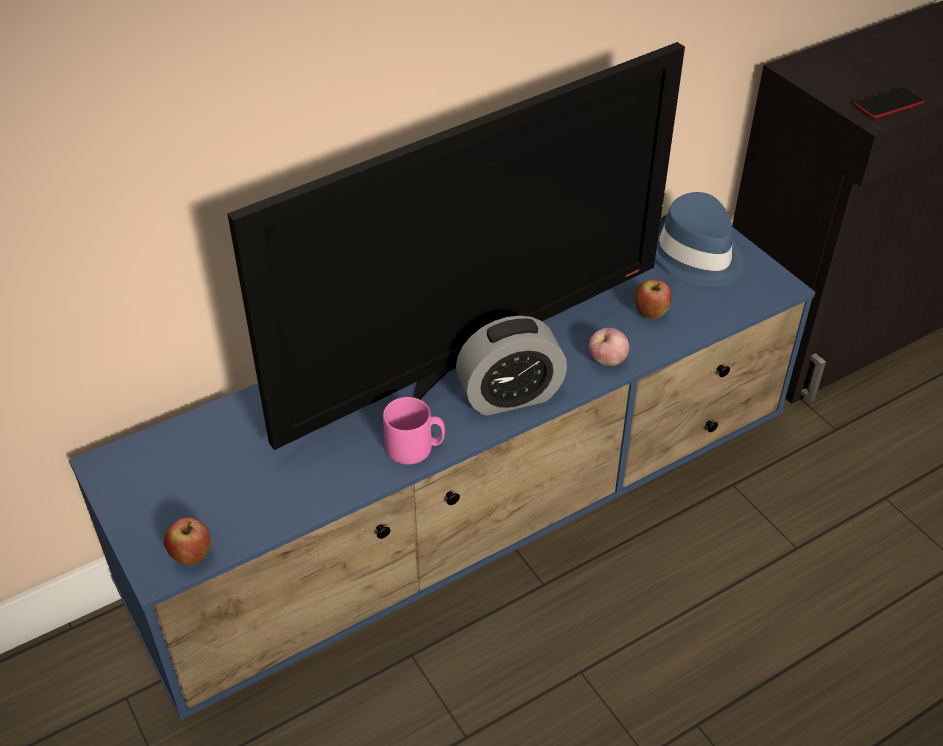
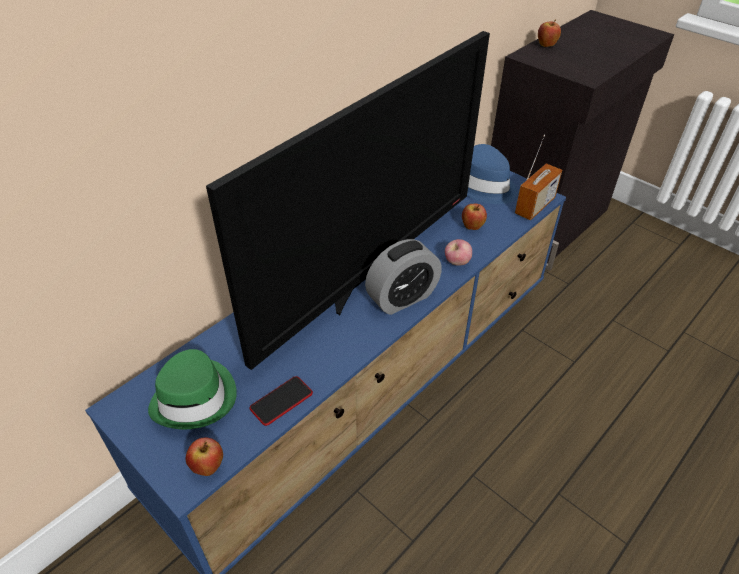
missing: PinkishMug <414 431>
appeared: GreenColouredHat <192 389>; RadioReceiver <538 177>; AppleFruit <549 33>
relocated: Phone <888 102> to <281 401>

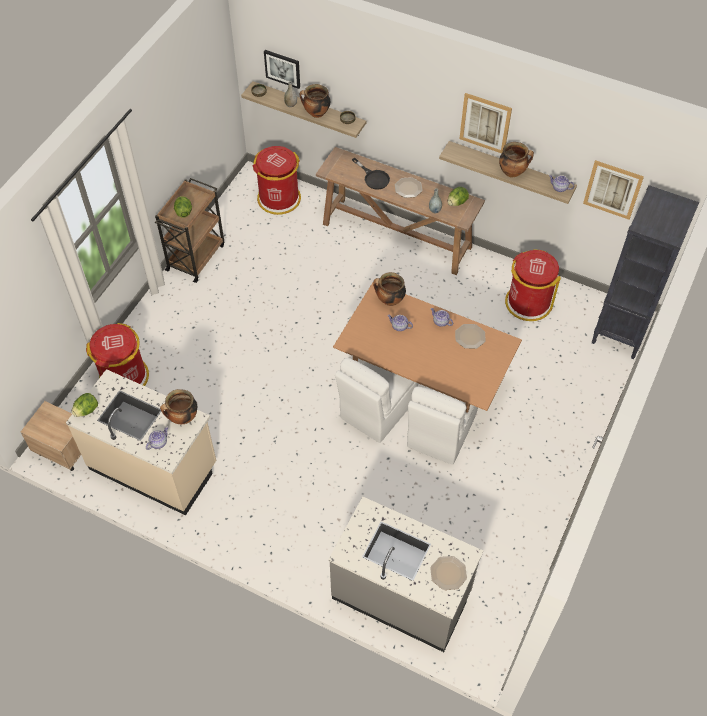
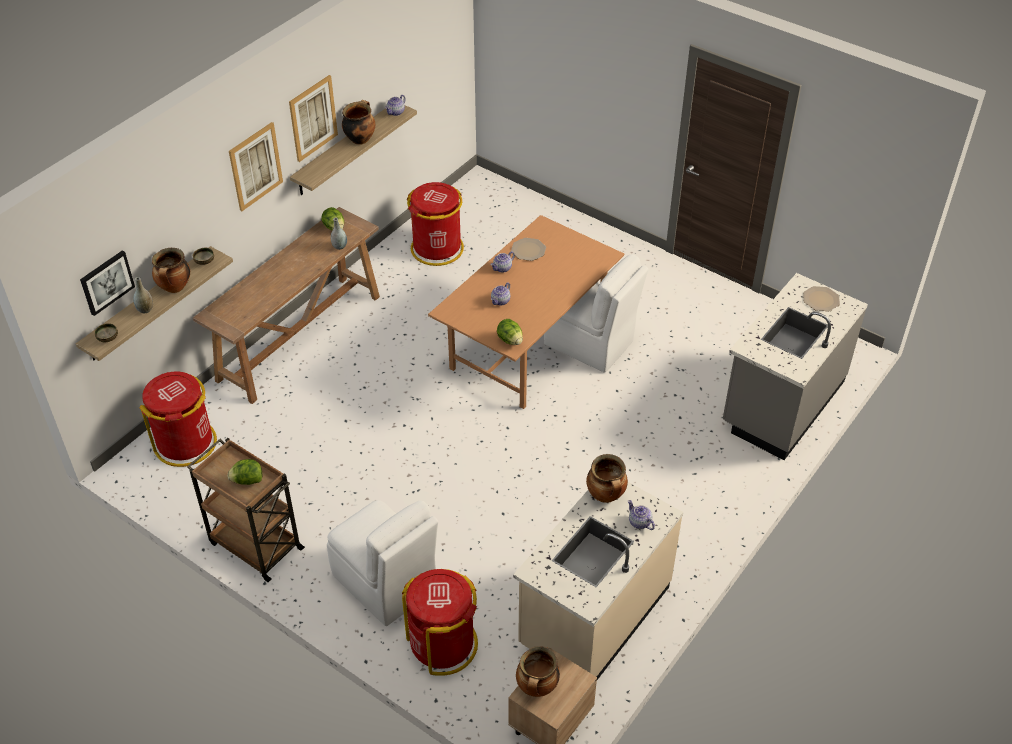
missing: BlackSkillet <371 173>; FlatDish <409 187>; BlackBookcase <645 272>
relocated: LettuceHead <85 405> to <510 332>; WhitishPlainChair <376 400> to <382 563>; Stockpot <389 289> to <538 671>; WallArt <613 190> to <256 166>

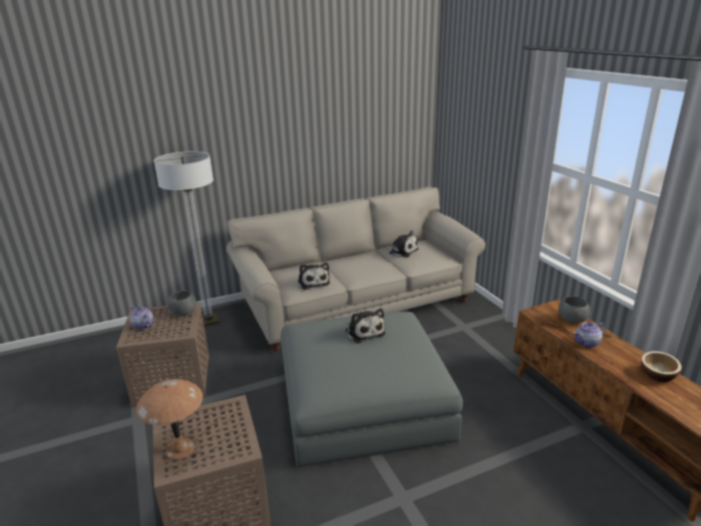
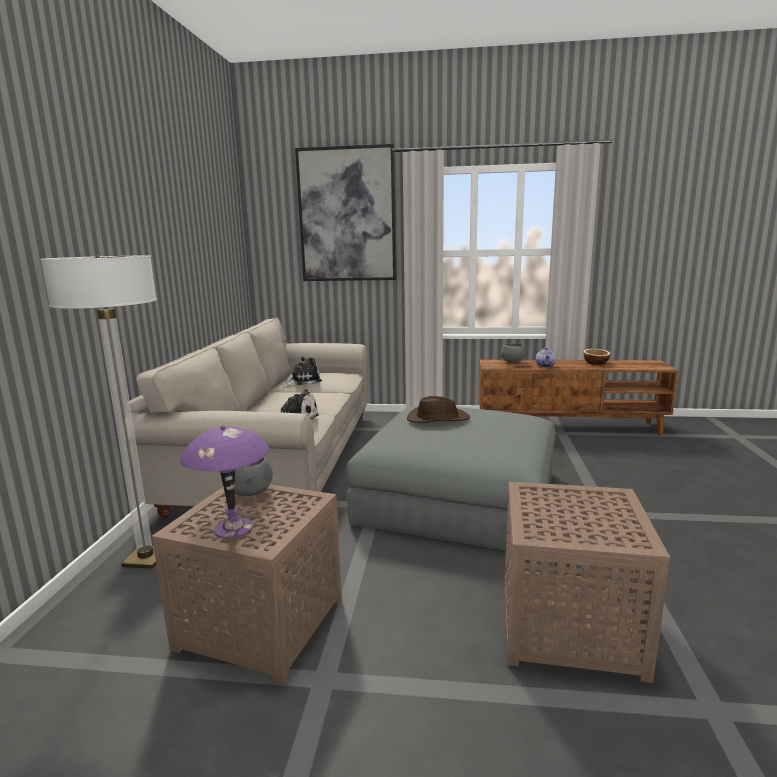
missing: BrownColouredTabletopLamp <169 419>
appeared: WallArt <345 212>
exchanged: TeaPot <141 318> to PurpleTabletopLamp <225 482>; PlushToy <365 325> to BrownColouredHat <438 409>

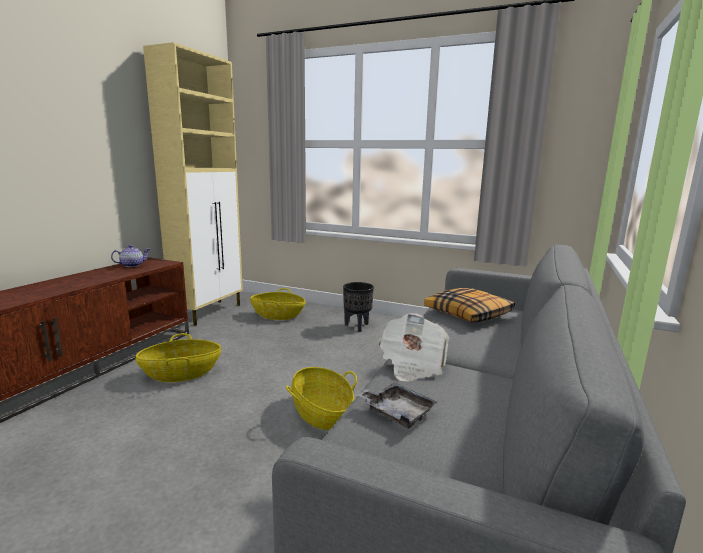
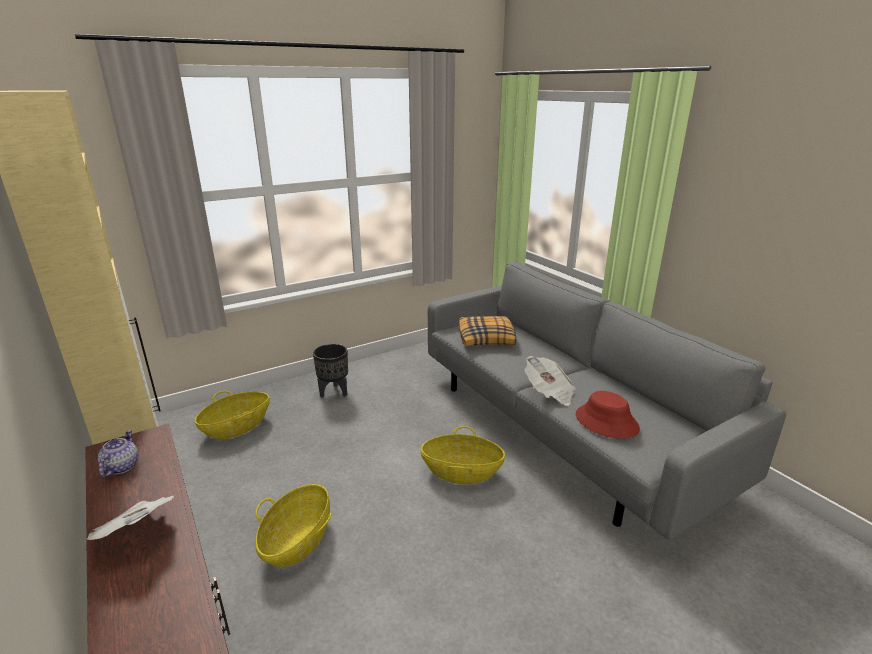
appeared: Newspaper <131 517>
exchanged: GreyishCarryingTray <396 405> to ReddishHat <608 415>

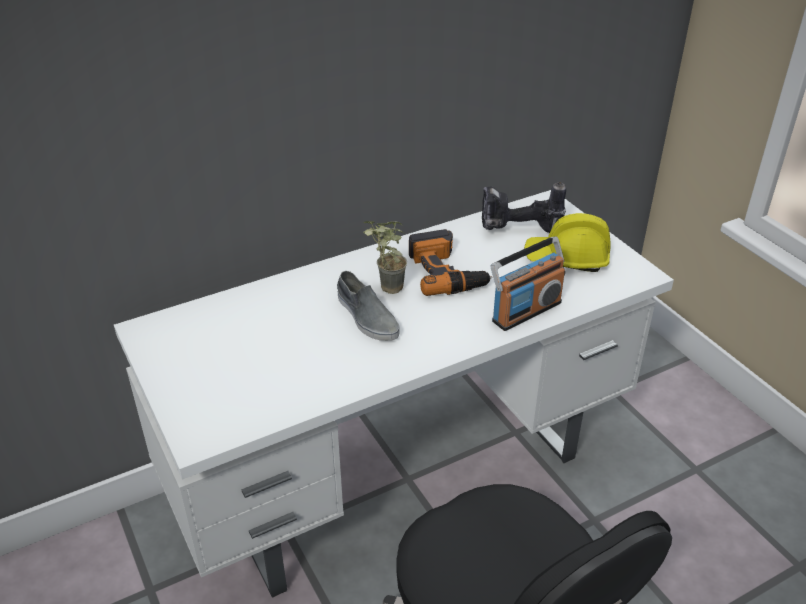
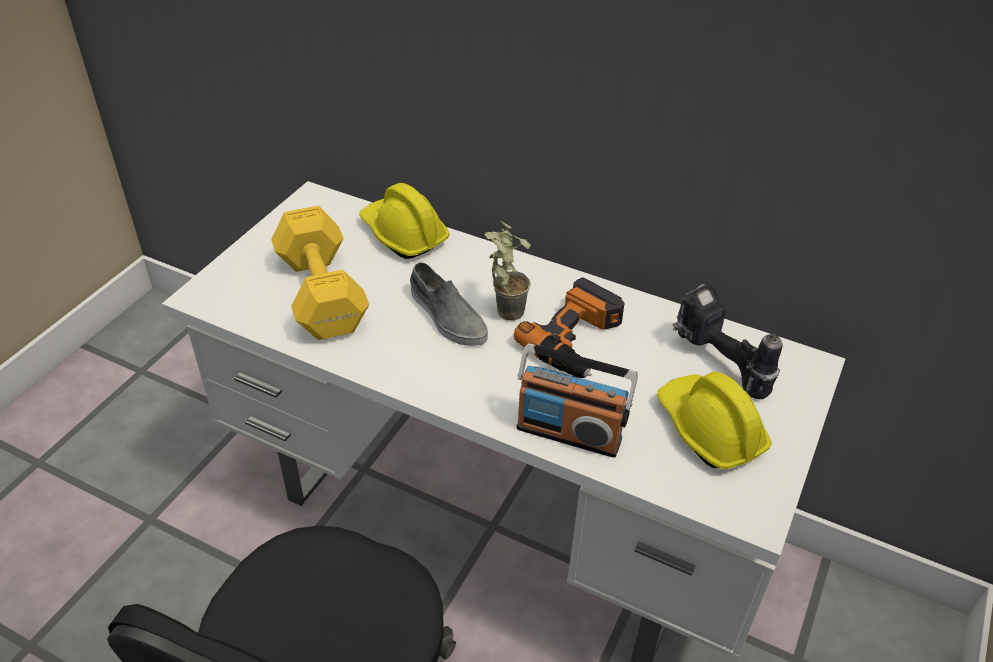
appeared: YellowColouredDumbbell <320 273>; YellowColouredHardHat <404 221>
spun: GreyishItemOfFootwear <368 306> = <449 304> 60 degrees counterclockwise

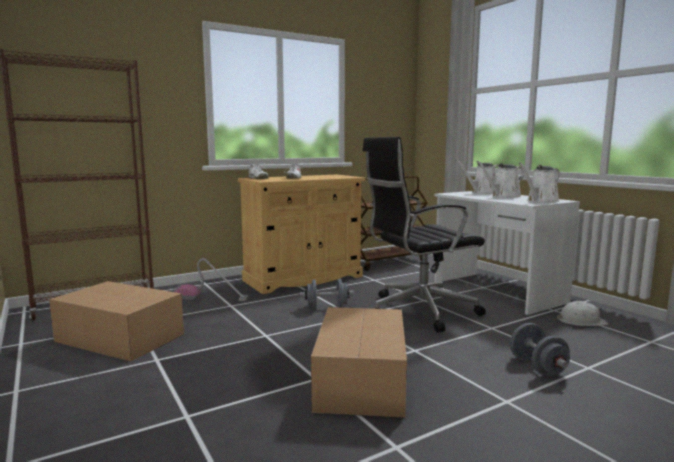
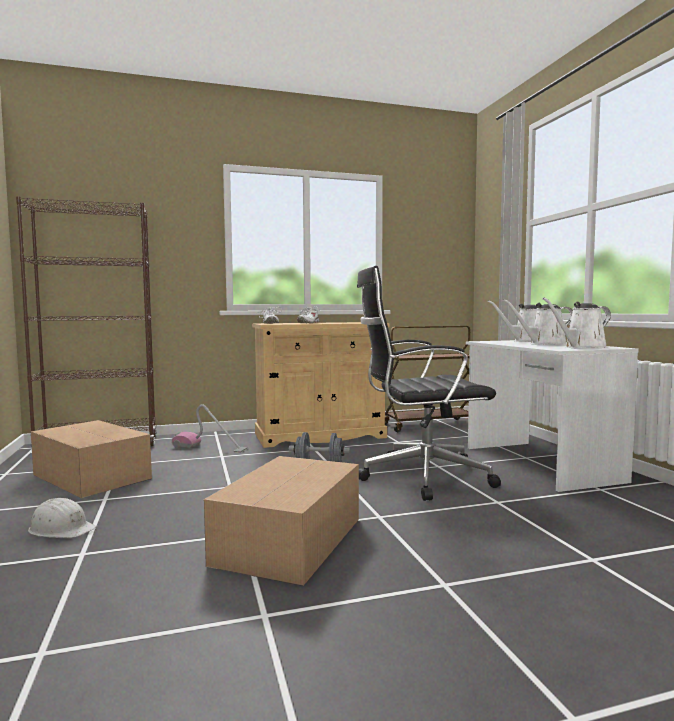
missing: GreyishDumbbell <540 349>
relocated: WhitishHardHat <582 313> to <62 518>

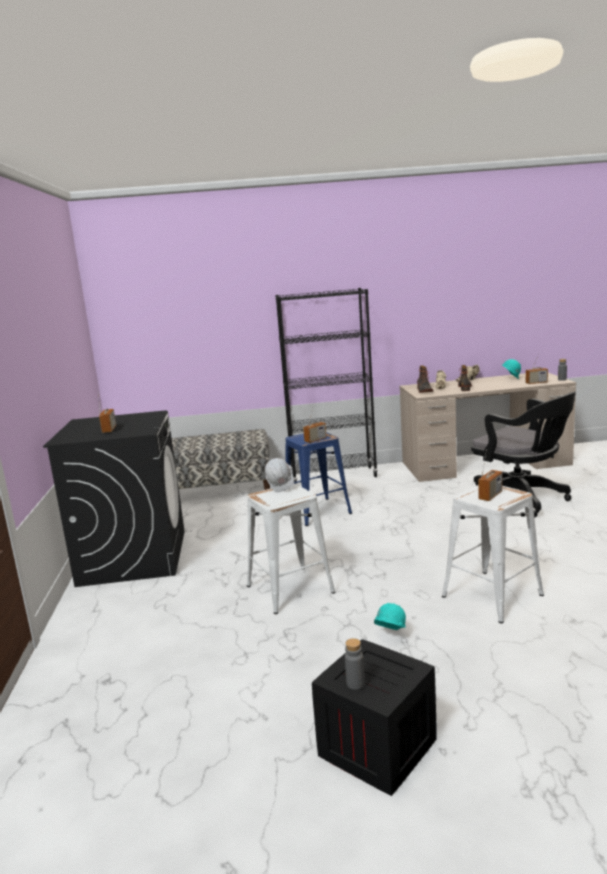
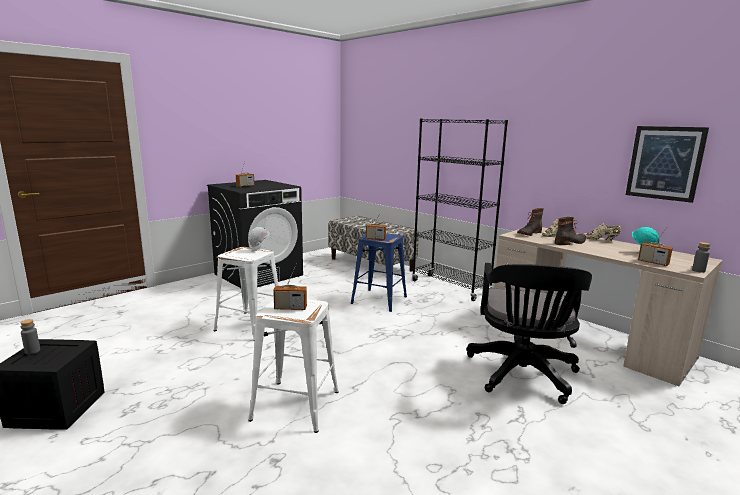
missing: TurquoiseHardHat <390 616>
appeared: WallArt <667 164>

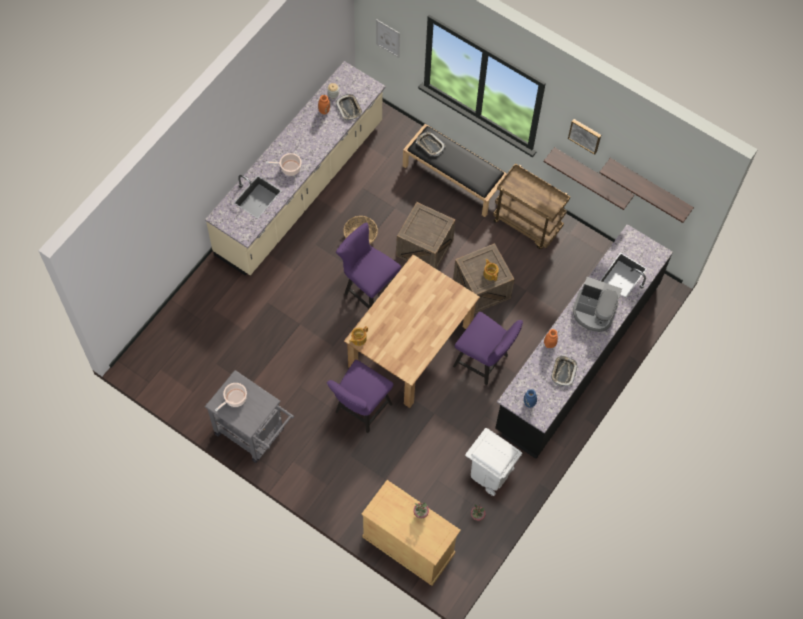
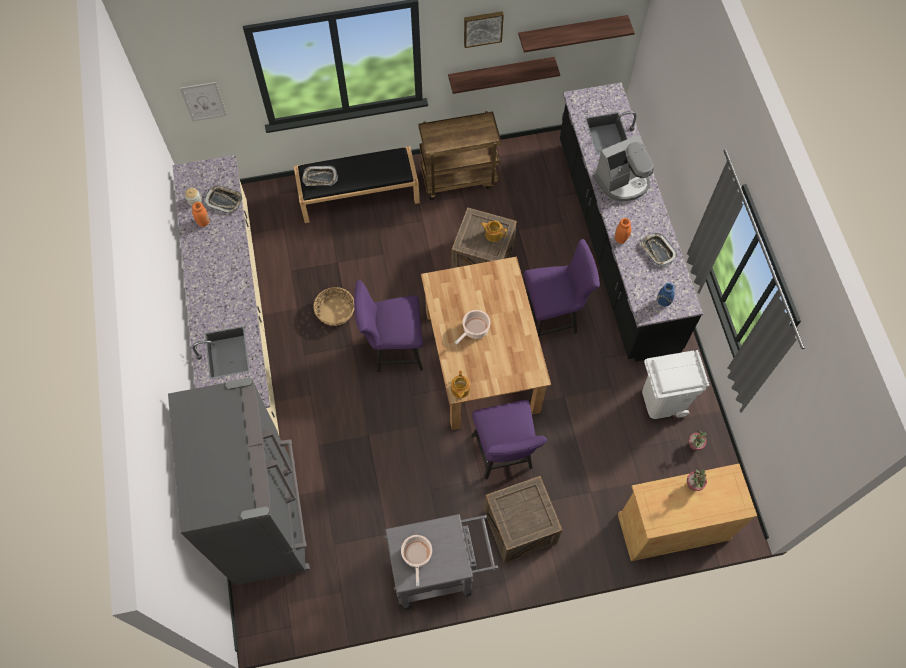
appeared: GreyishFridge <239 481>
relocated: Stockpot <284 164> to <472 327>; ShippingCrate <425 235> to <523 519>

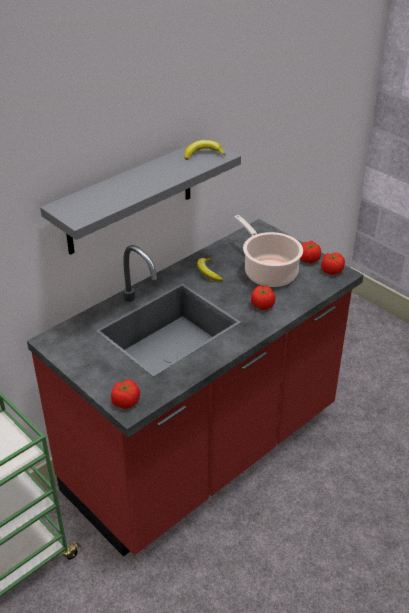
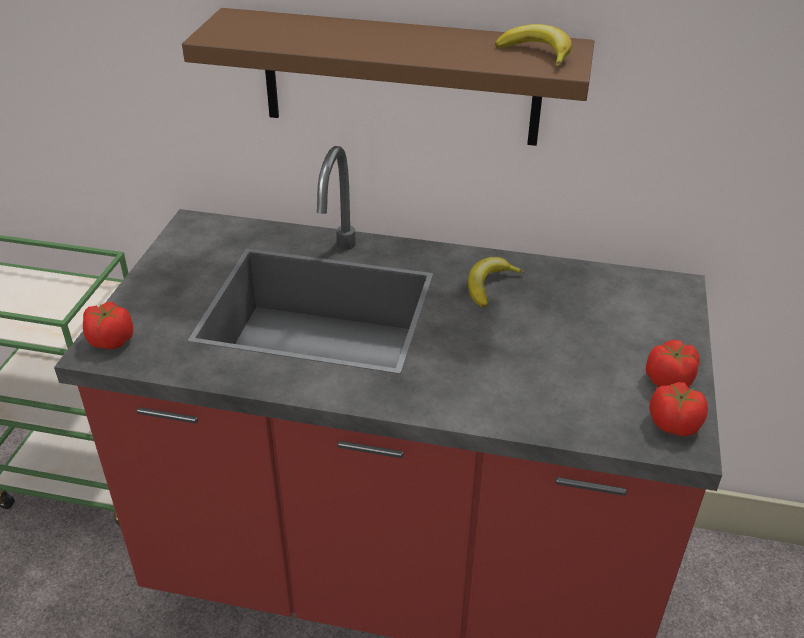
missing: Stockpot <268 251>; WholeTomato <263 297>
colour: GreyishBracketShelf <140 197> to BrownColouredBracketShelf <388 77>

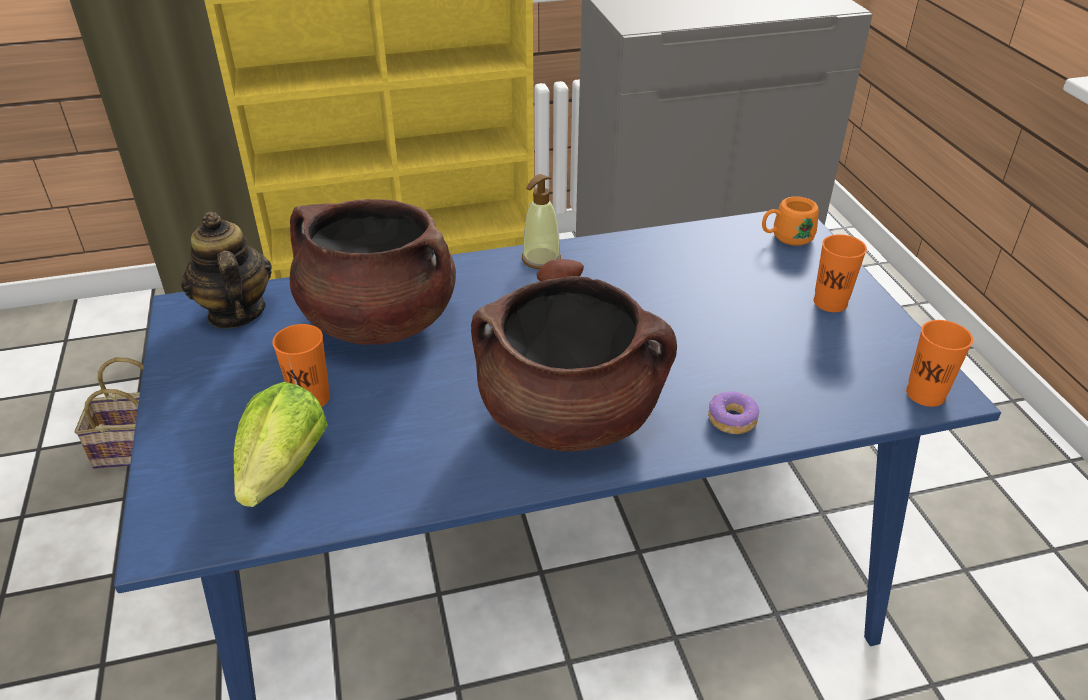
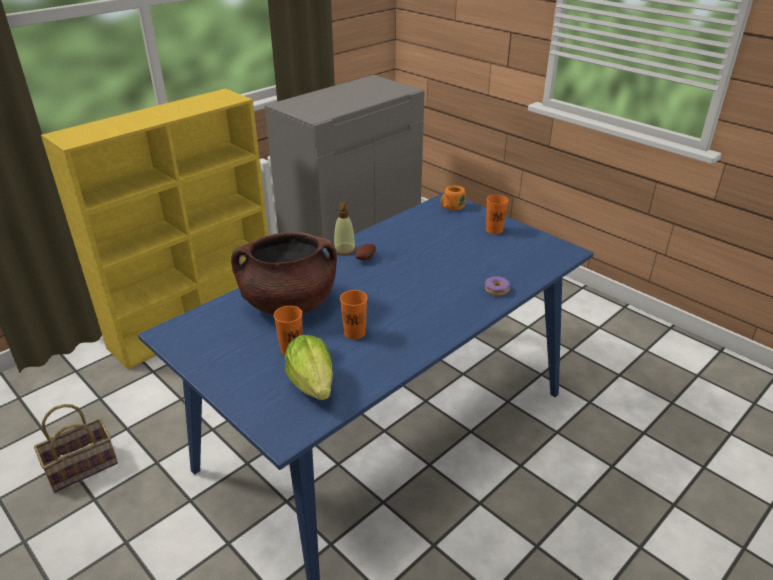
missing: TeaPot <226 270>; BrownColouredStockpot <574 363>
relocated: OrangeColouredDrinkingCup <939 363> to <353 315>

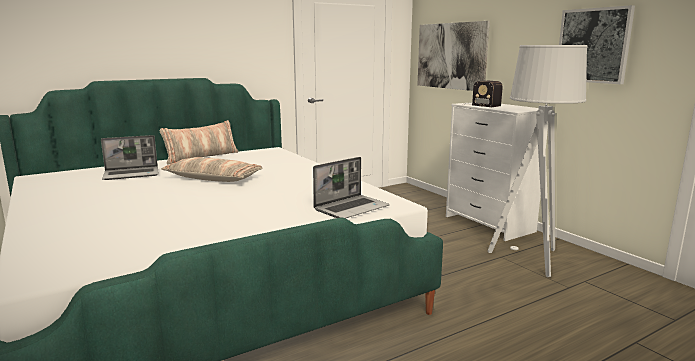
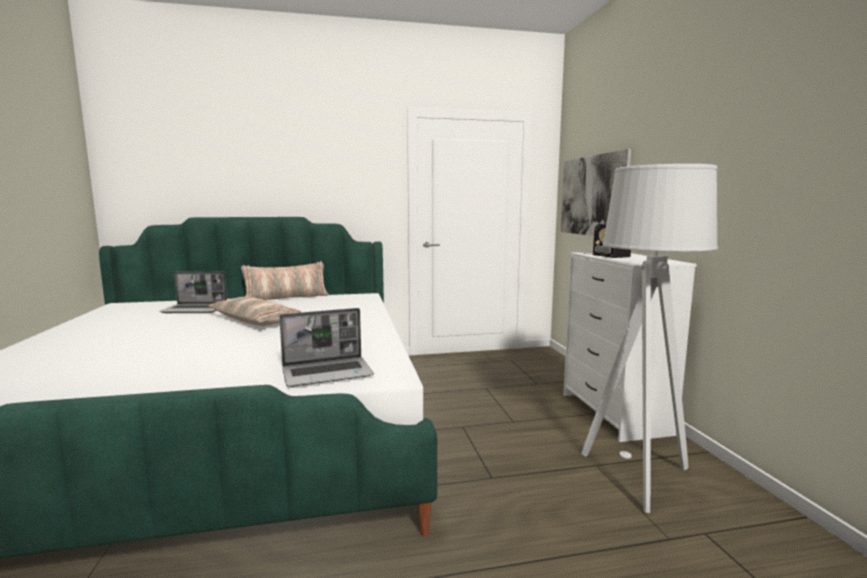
missing: WallArt <597 44>

